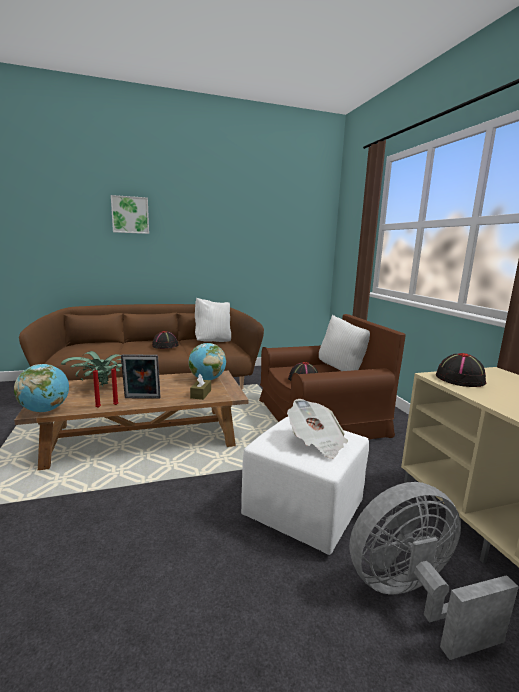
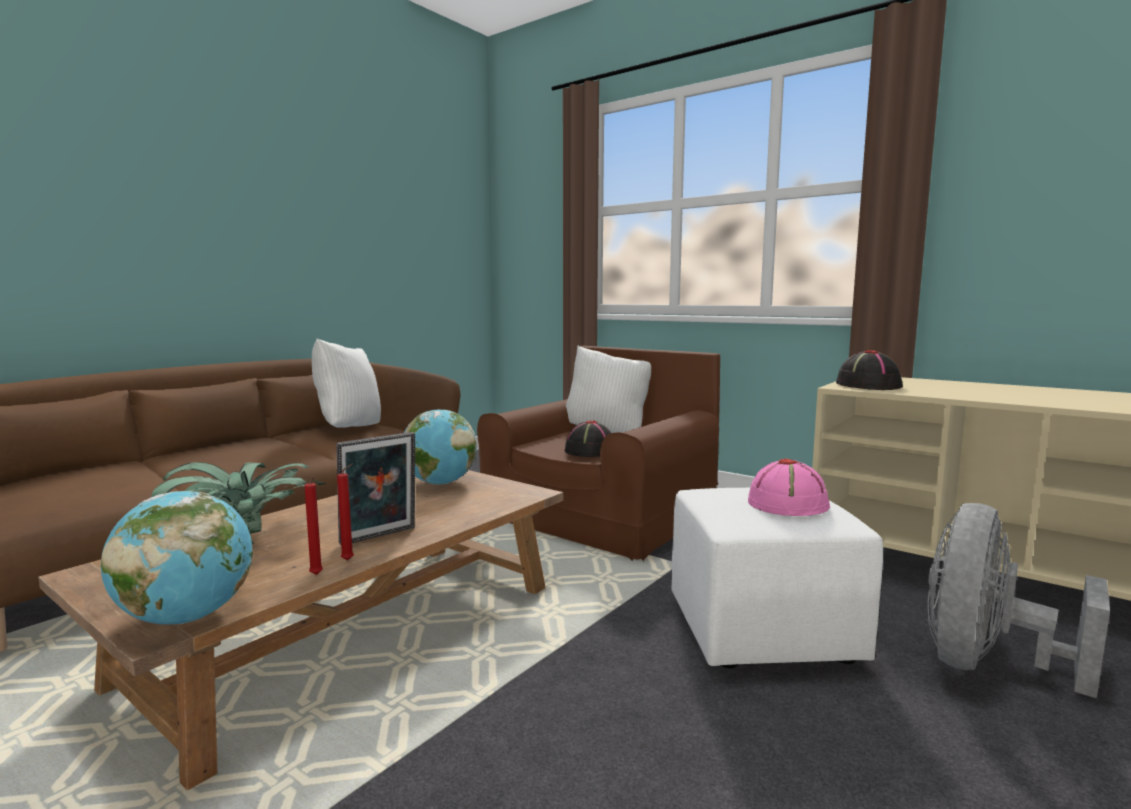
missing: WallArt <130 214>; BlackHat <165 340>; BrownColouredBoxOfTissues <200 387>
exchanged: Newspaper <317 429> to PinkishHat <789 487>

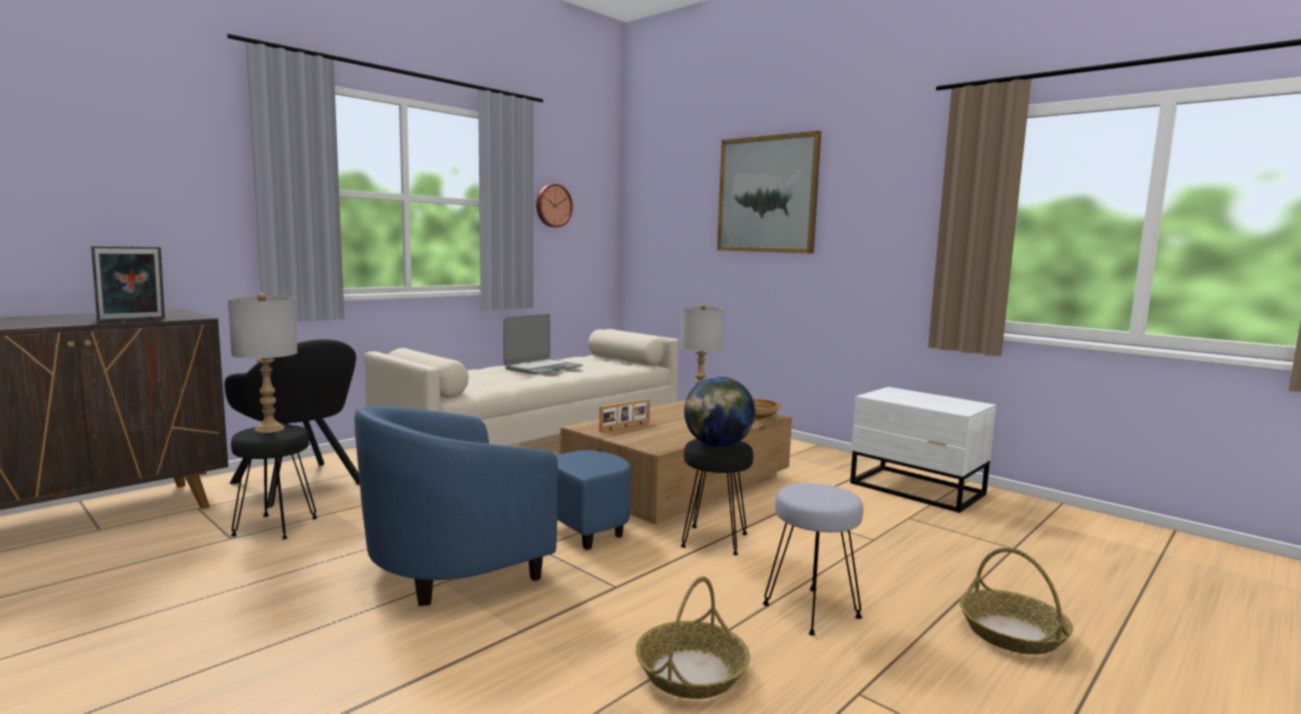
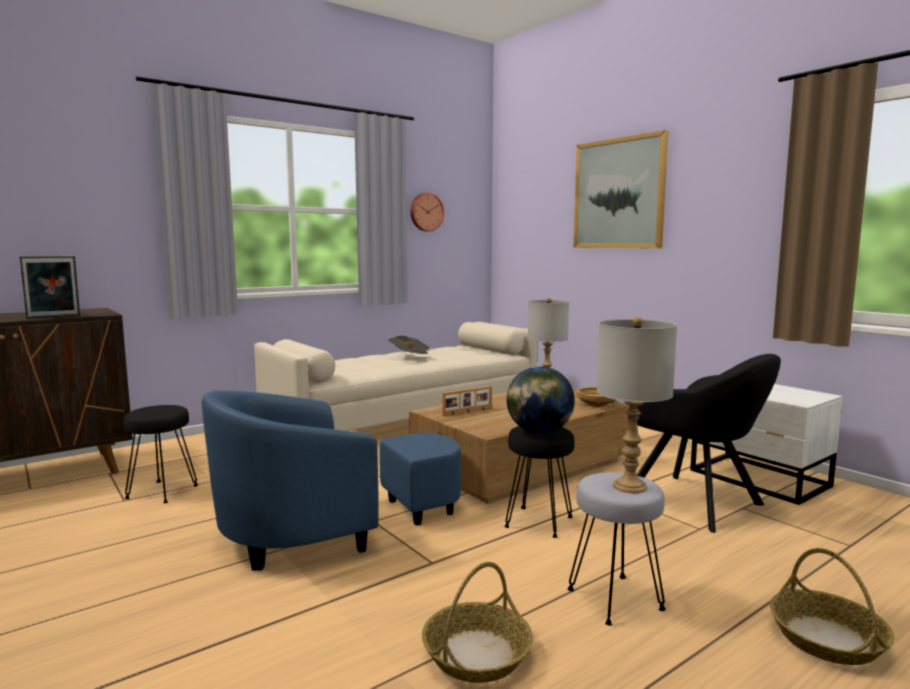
relocated: BlackLoungeChair <292 423> to <709 443>; GreyishTabletopLamp <263 363> to <637 405>
exchanged: PortableComputer <543 344> to Newspaper <409 345>

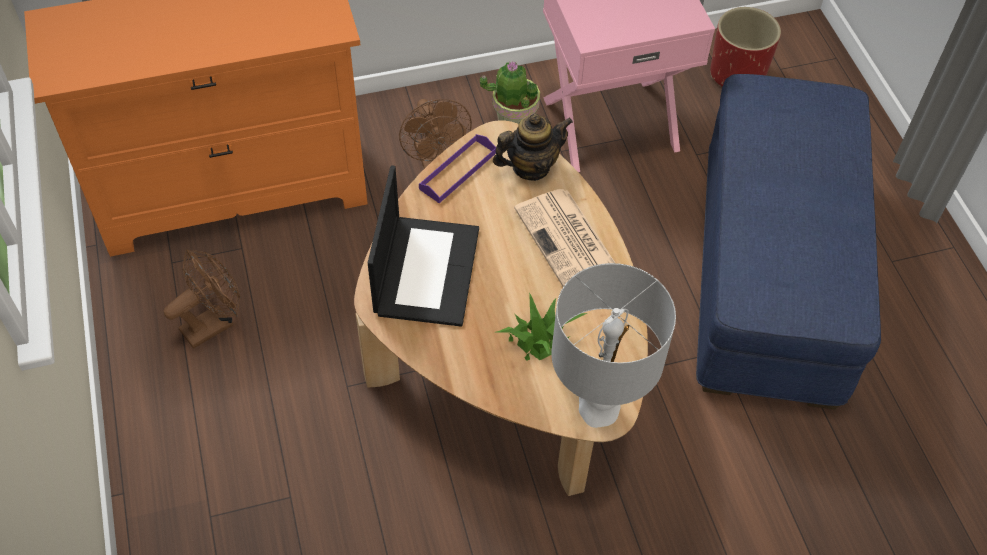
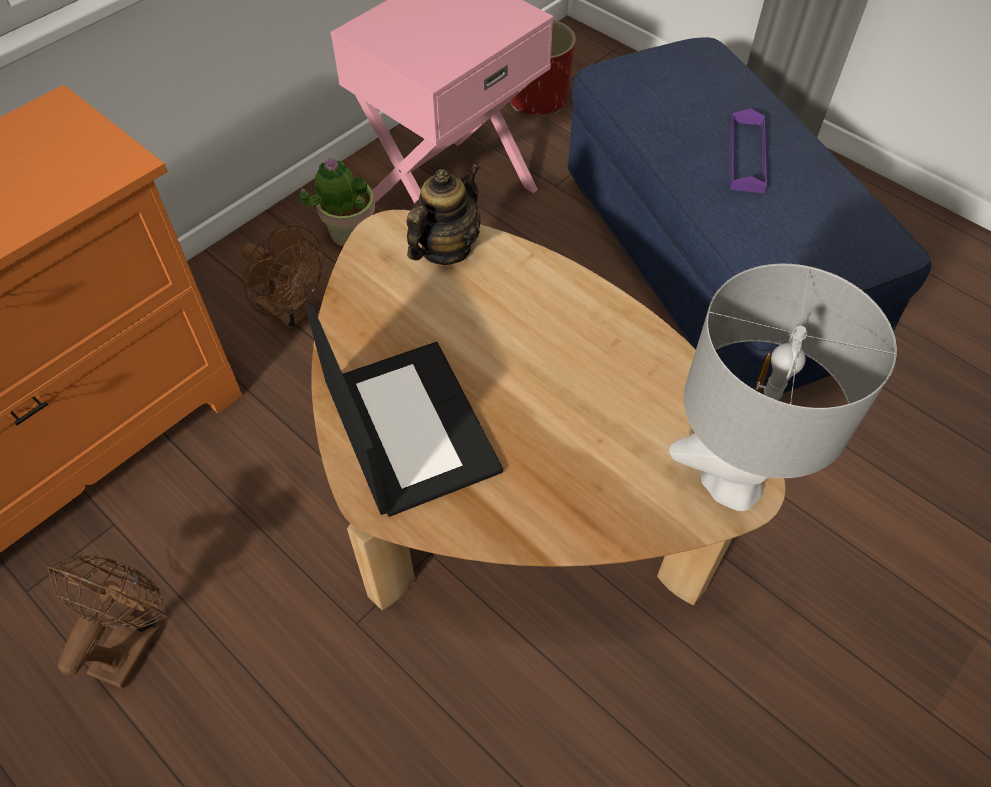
missing: Houseplant <542 327>; Newspaper <564 238>
relocated: PurpleCarryingTray <457 168> to <748 150>

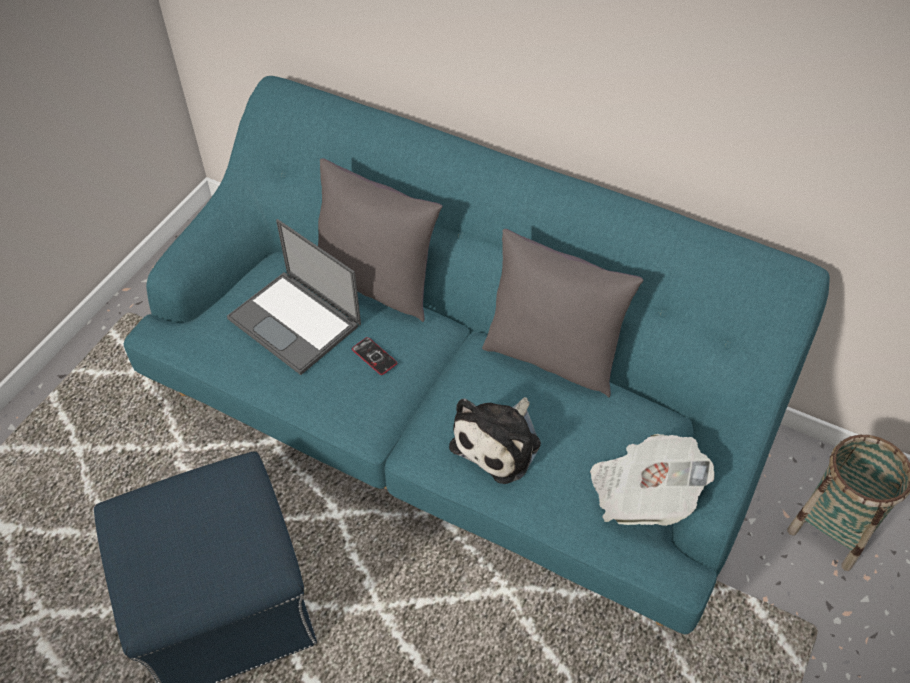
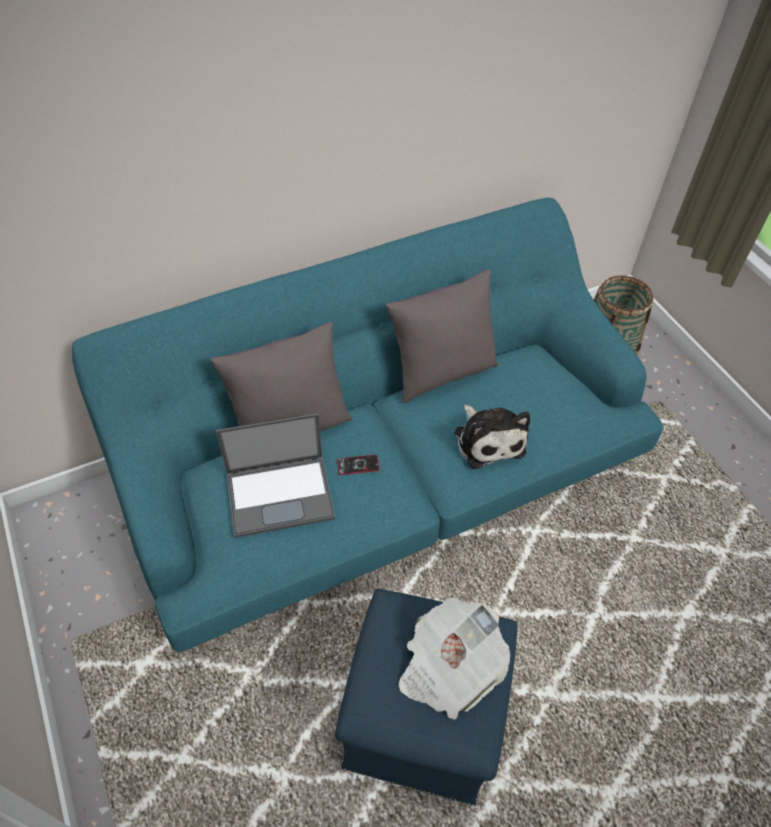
relocated: Newspaper <652 480> to <454 658>

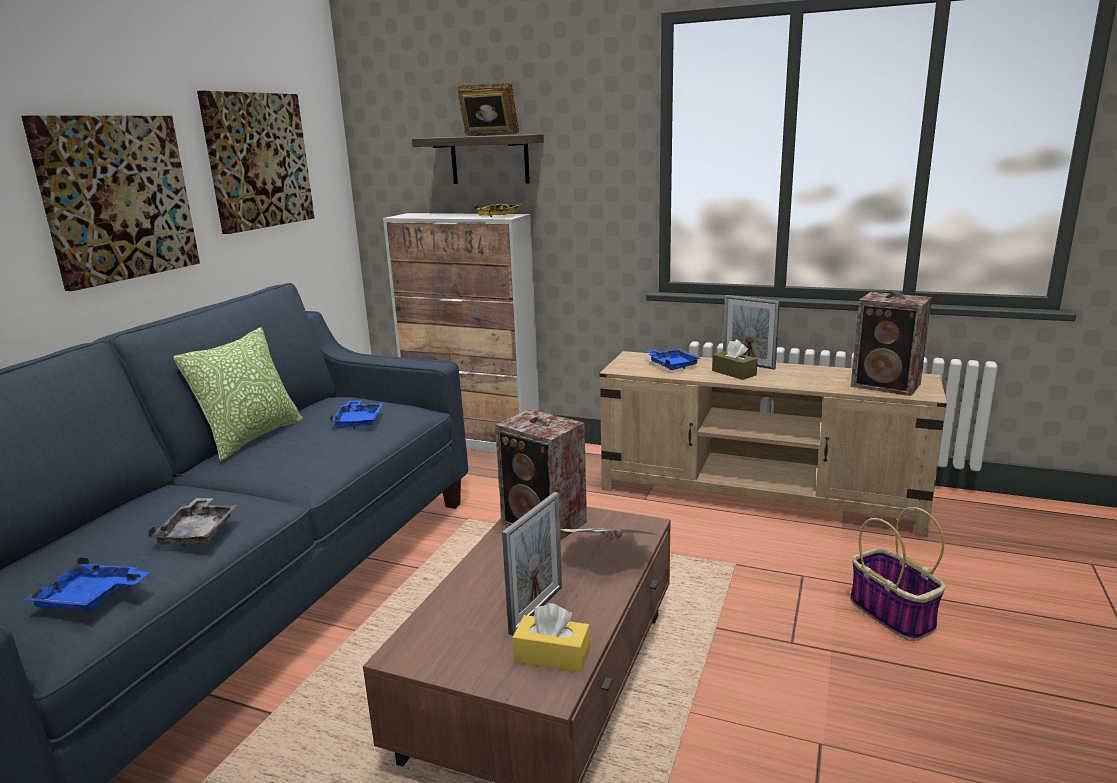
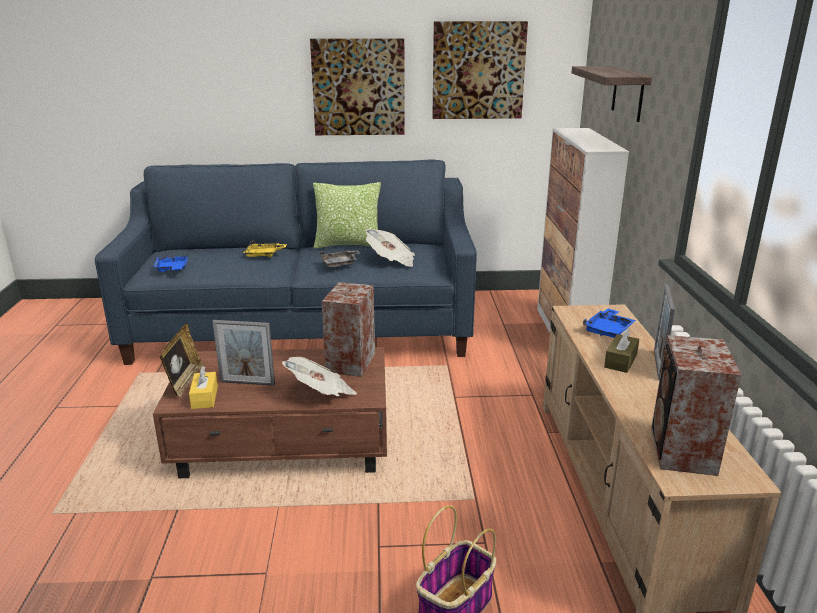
relocated: GreyishCarryingTray <192 522> to <339 259>; PhotoFrame <488 109> to <181 360>; YellowColouredCarryingTray <496 210> to <265 249>
exchanged: BlueColouredCarryingTray <356 414> to Newspaper <390 248>

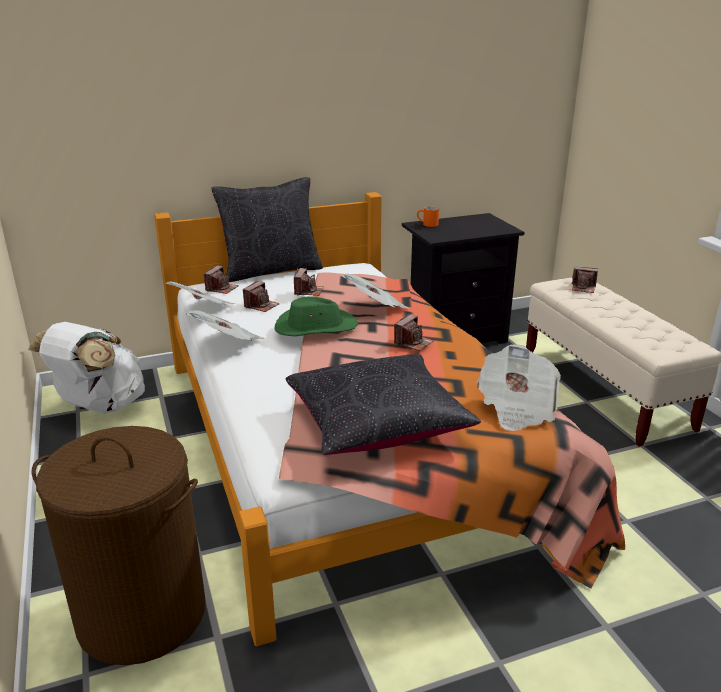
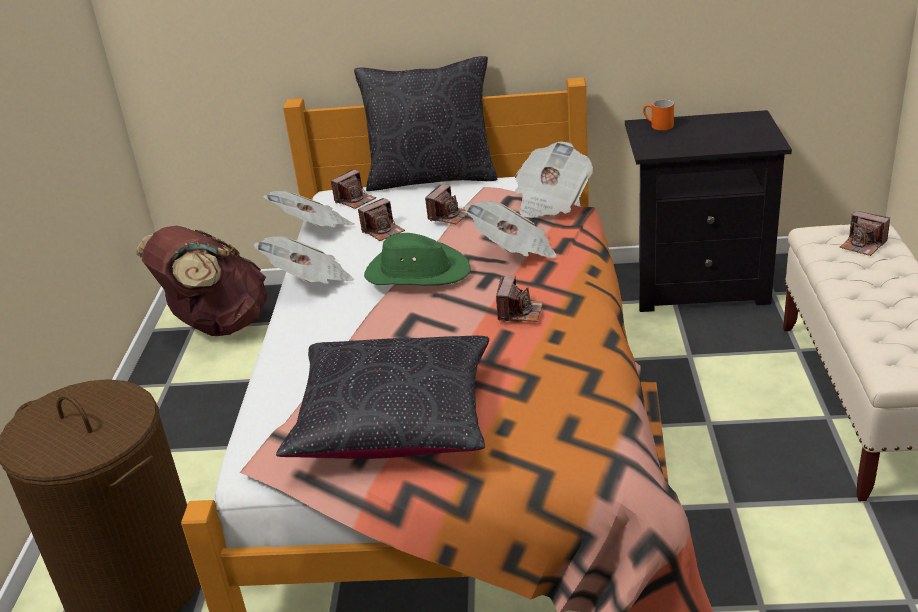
relocated: Newspaper <519 387> to <554 180>
colour: WhitishRucksack <86 367> to BrownColouredRucksack <202 281>
spun: PhotoCamera <414 332> = <519 298> 45 degrees counterclockwise

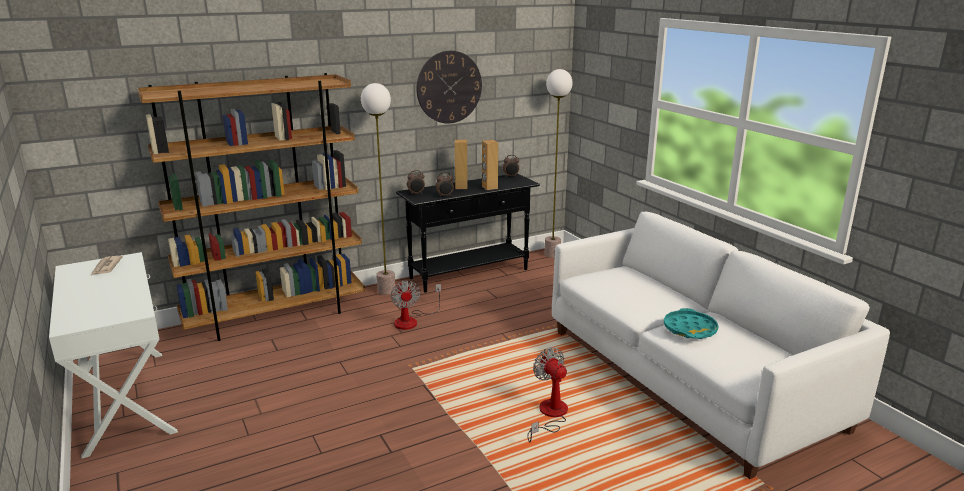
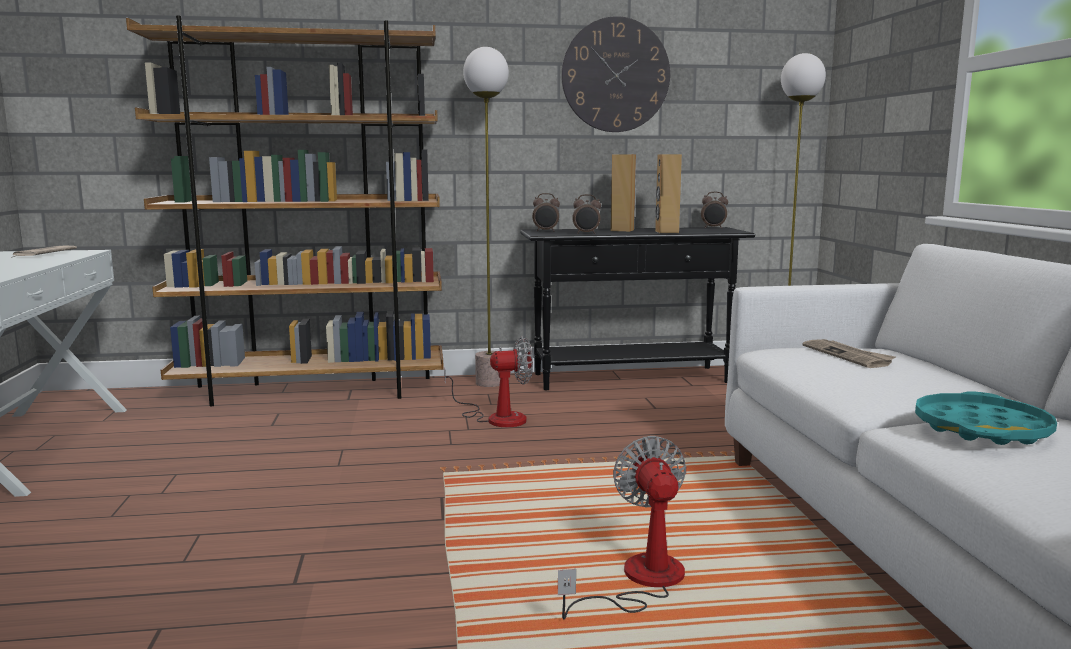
appeared: Newspaper <849 353>
spun: CoolingFan <416 305> = <488 382> 105 degrees counterclockwise

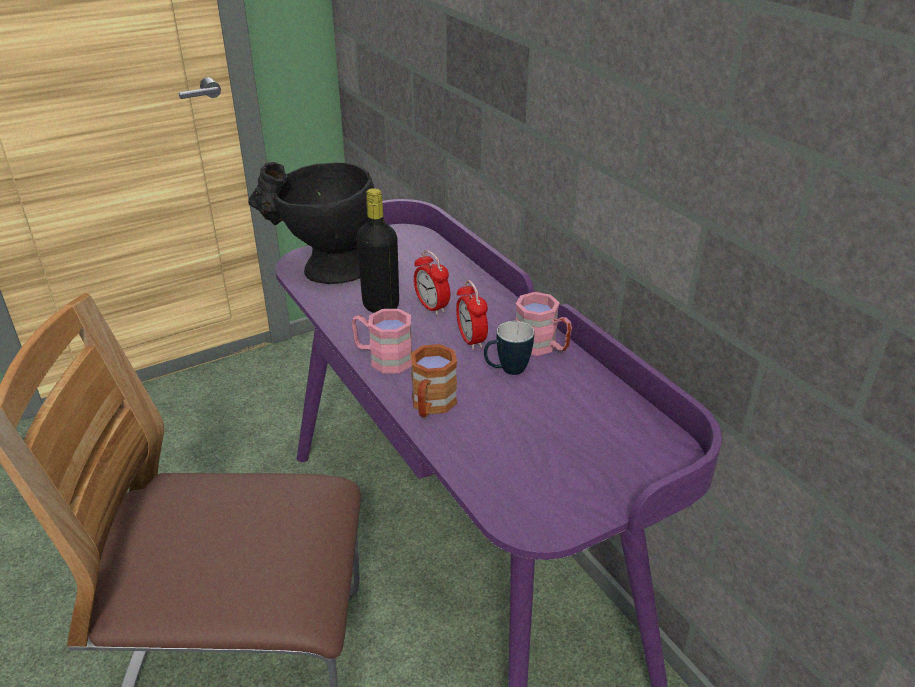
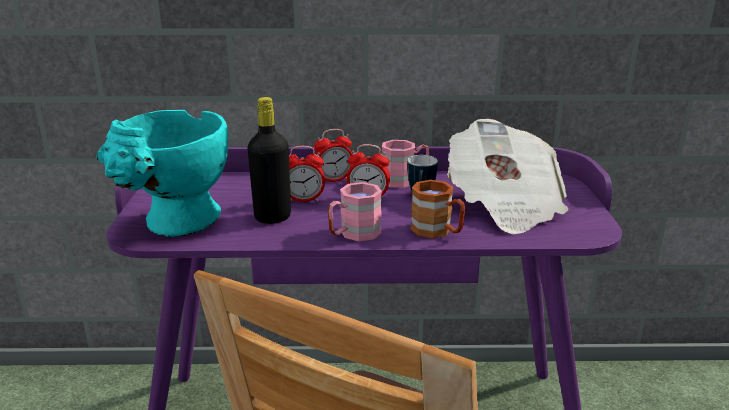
appeared: TableClock <333 155>; Newspaper <507 176>
colour: BlackFlowerVase <311 223> to TurquoiseFlowerVase <162 174>

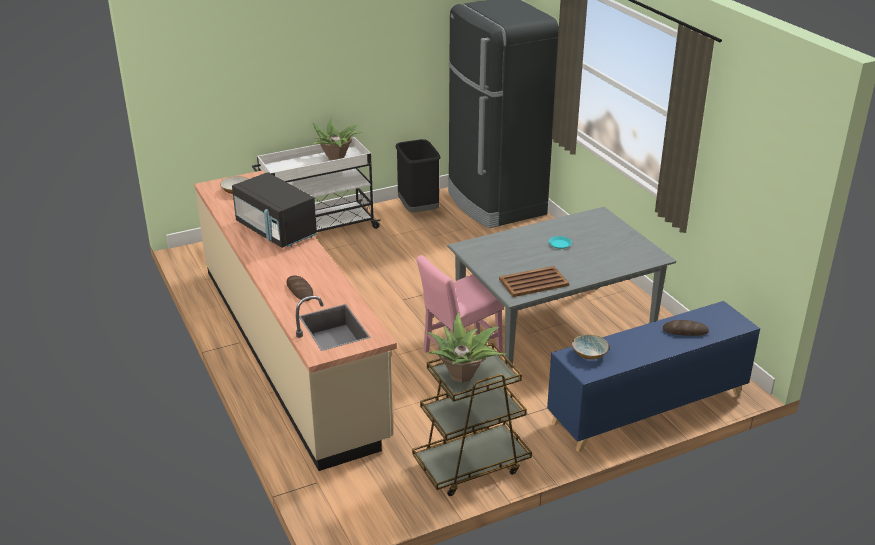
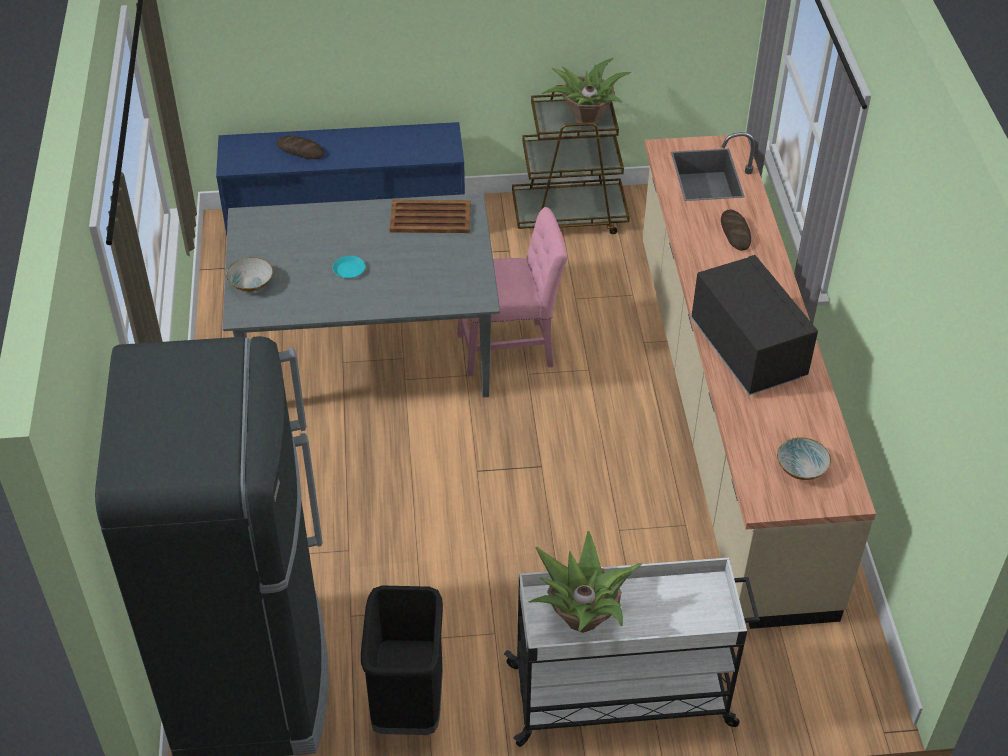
relocated: Bowl <590 347> to <249 274>

